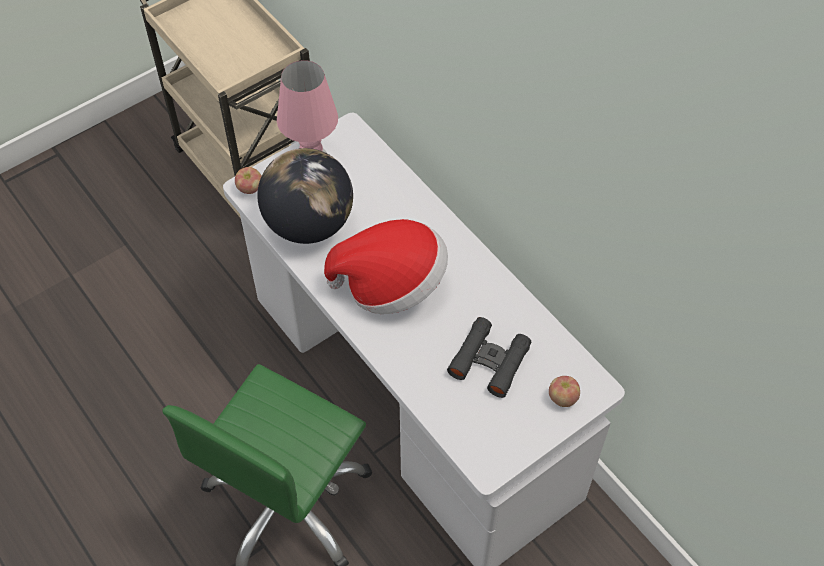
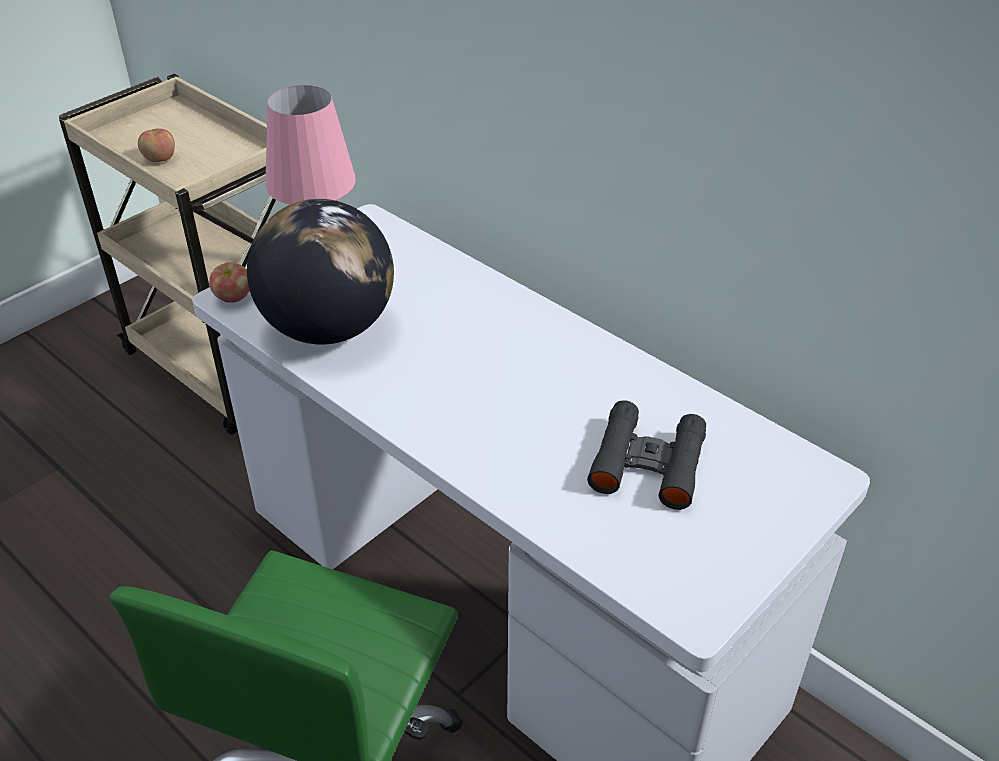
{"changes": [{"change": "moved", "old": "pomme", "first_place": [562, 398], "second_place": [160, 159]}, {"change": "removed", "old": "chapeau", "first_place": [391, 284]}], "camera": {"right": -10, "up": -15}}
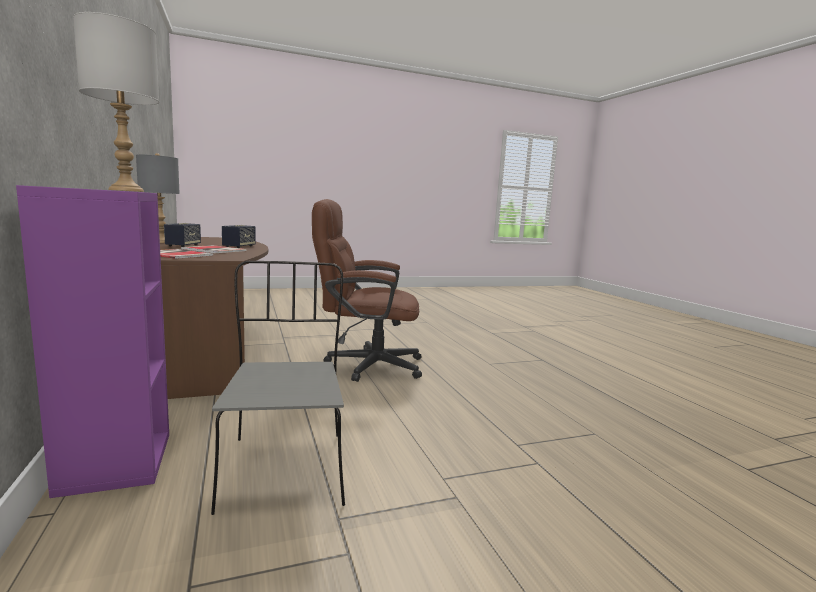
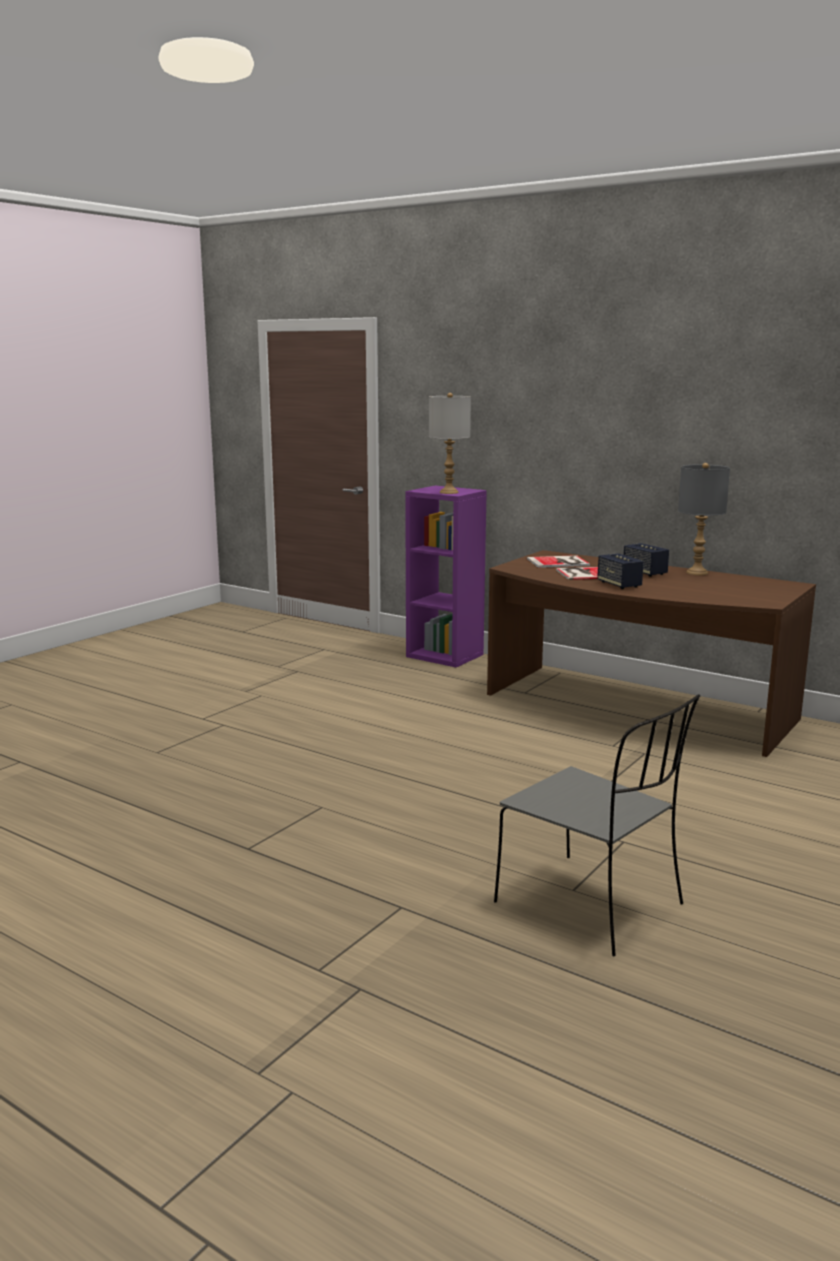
{"changes": [{"change": "moved", "old": "chaise (gris)", "first_place": [285, 467], "second_place": [593, 905]}, {"change": "removed", "old": "chaise de bureau (marron)", "first_place": [365, 364]}], "camera": {"right": 145, "up": 5}}
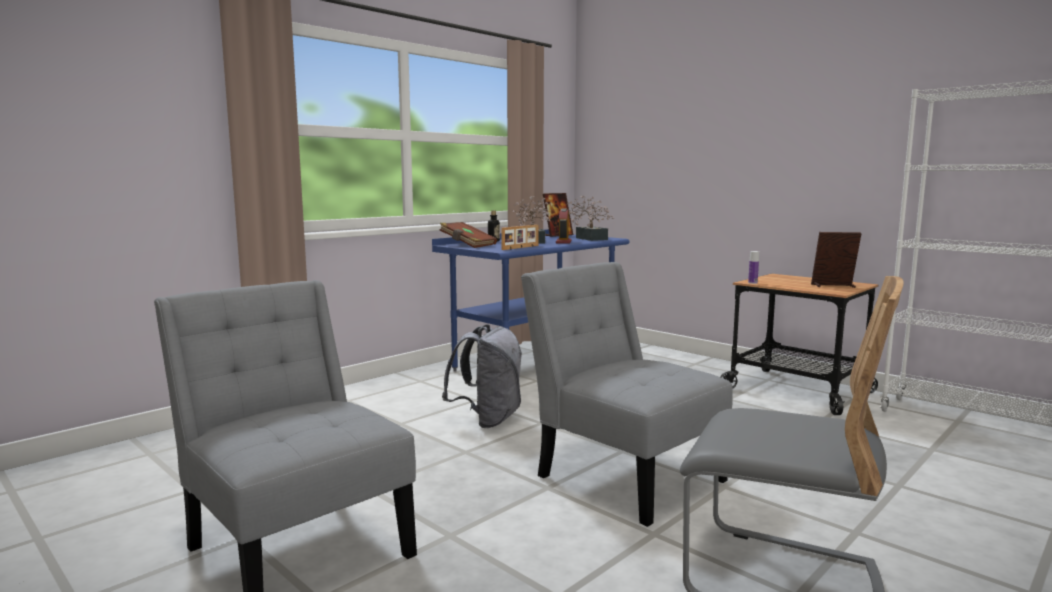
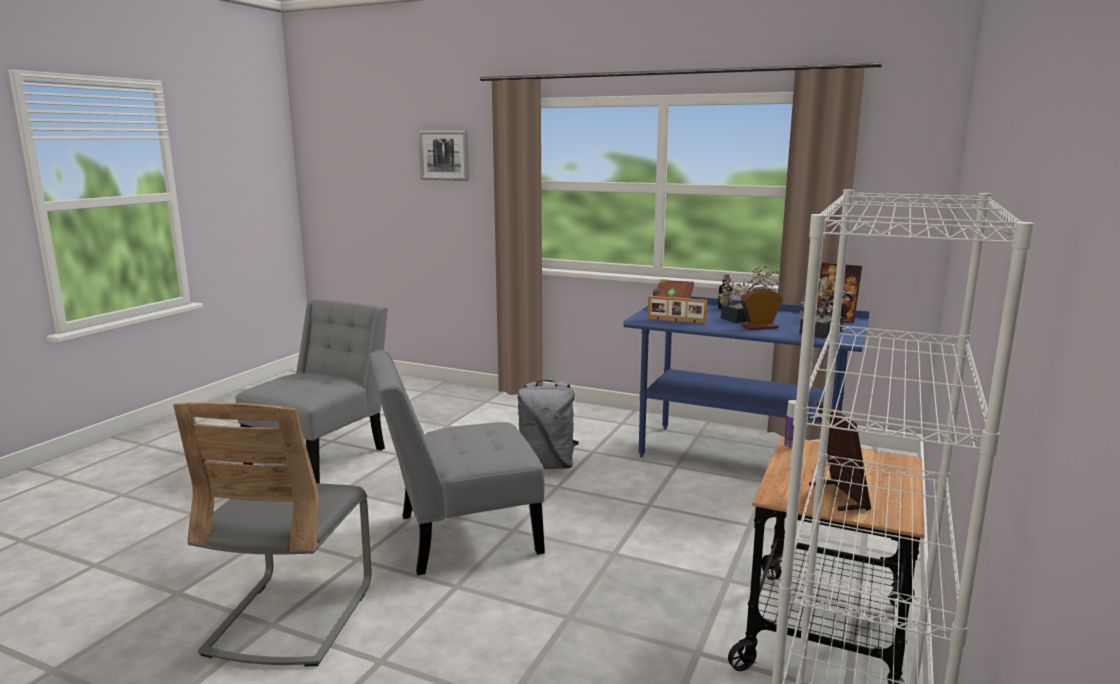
{"changes": [{"change": "turned", "old": "chaise (gris)", "first_place": [623, 475], "second_place": [459, 536], "degrees": -135}, {"change": "added", "new": "tableau", "second_place": [444, 155]}], "camera": {"right": 70, "up": 5}}
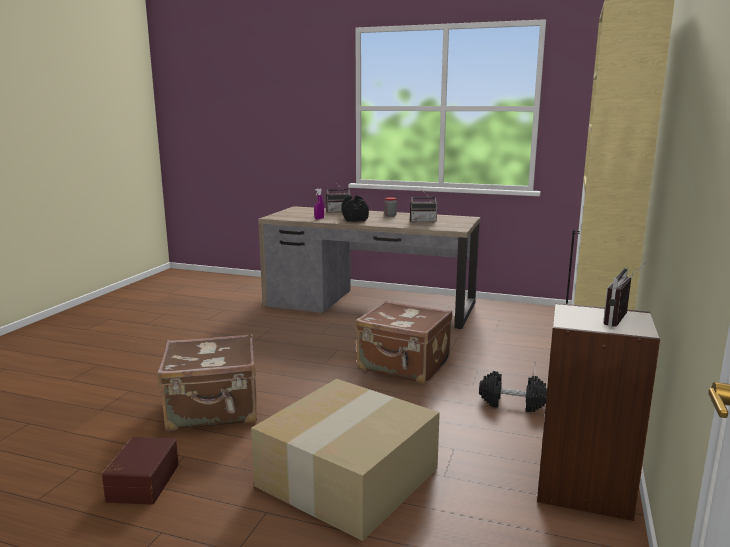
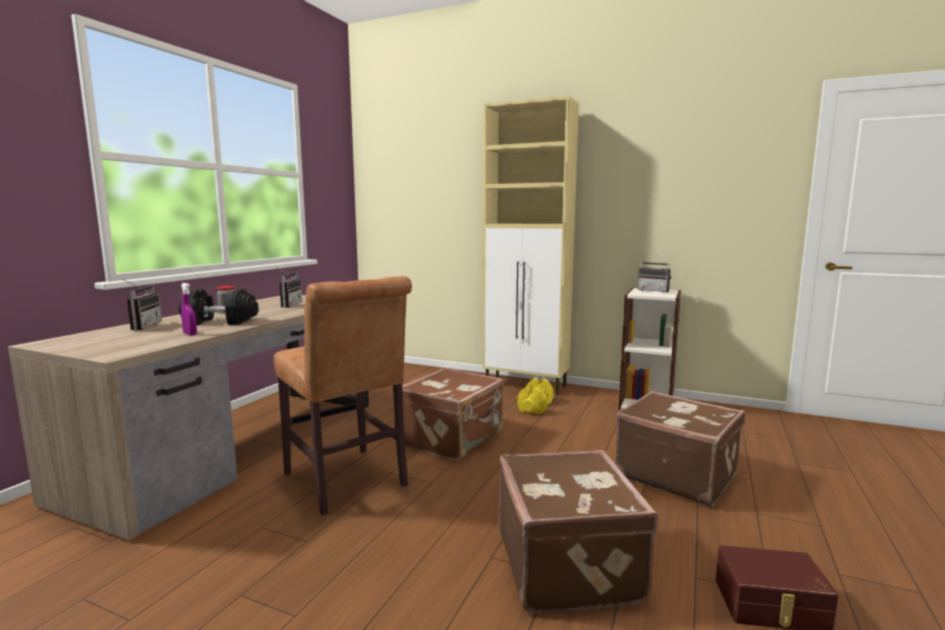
{"changes": [{"change": "added", "new": "chaise (marron)", "second_place": [347, 482]}, {"change": "recoloured", "old": "haltère (noir)", "new": "haltère (jaune)", "first_place": [512, 403], "second_place": [535, 407]}, {"change": "replaced", "old": "carton", "new": "valise (marron)", "first_place": [347, 475], "second_place": [676, 474]}], "camera": {"right": -85, "up": -5}}
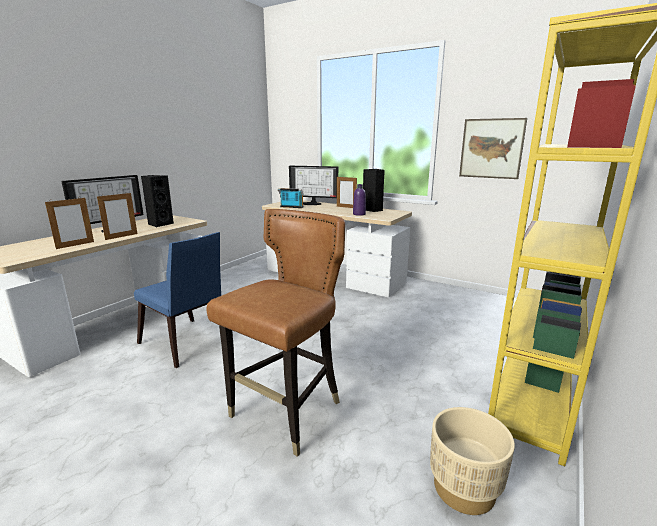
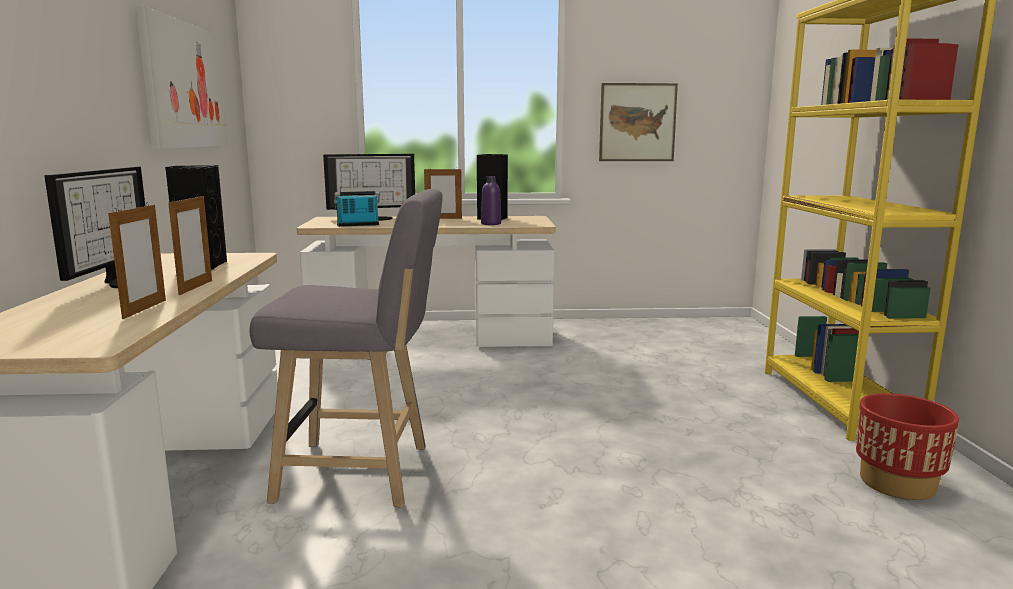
{"changes": [{"change": "added", "new": "tableau", "second_place": [185, 85]}, {"change": "replaced", "old": "chaise (bleu)", "new": "tabouret (gris)", "first_place": [187, 344], "second_place": [363, 474]}, {"change": "recoloured", "old": "cache-pot (beige)", "new": "cache-pot (rouge)", "first_place": [464, 489], "second_place": [897, 483]}, {"change": "removed", "old": "chaise (marron)", "first_place": [287, 413]}], "camera": {"right": -35, "up": -5}}
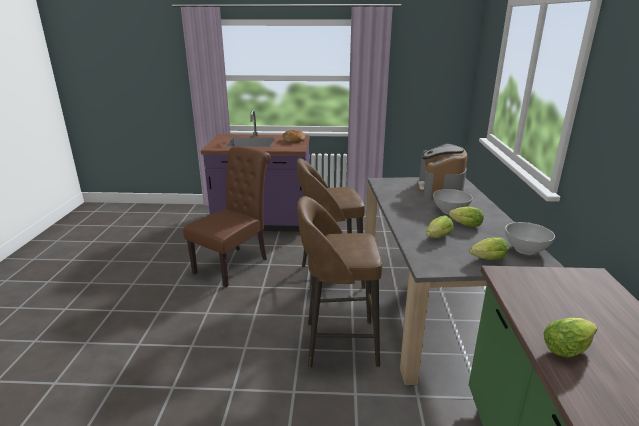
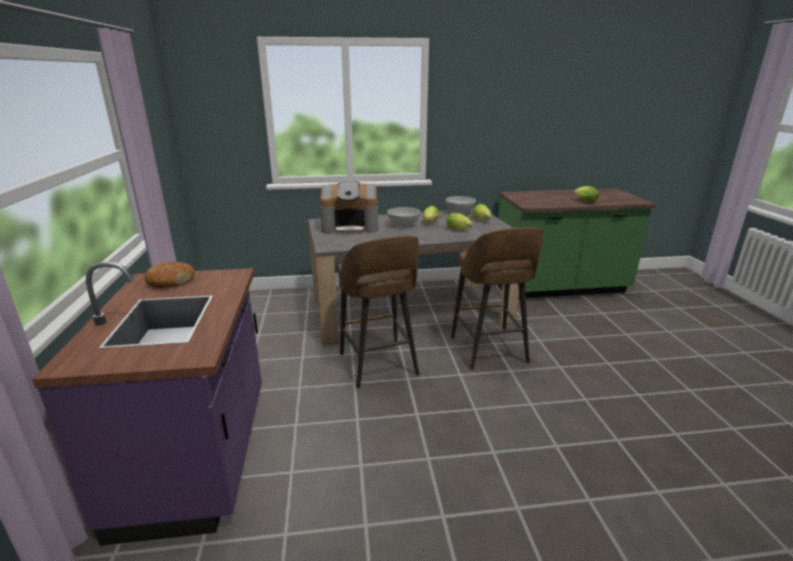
{"changes": [{"change": "removed", "old": "chaise (marron)", "first_place": [235, 264]}], "camera": {"right": -100, "up": 0}}
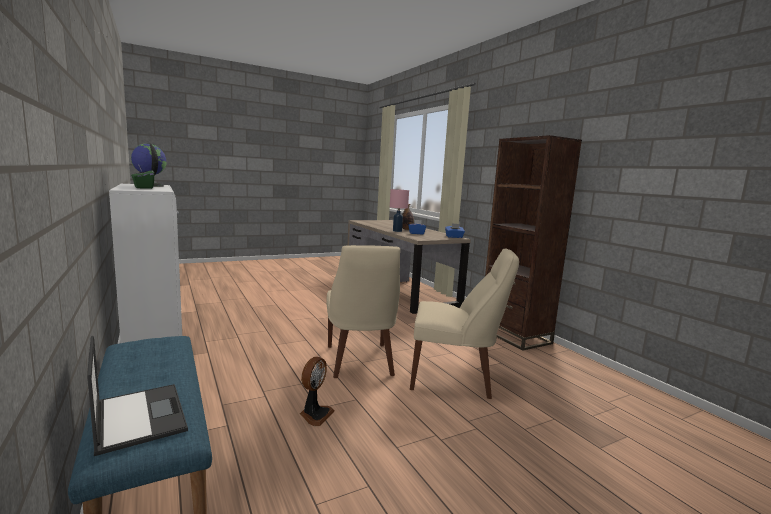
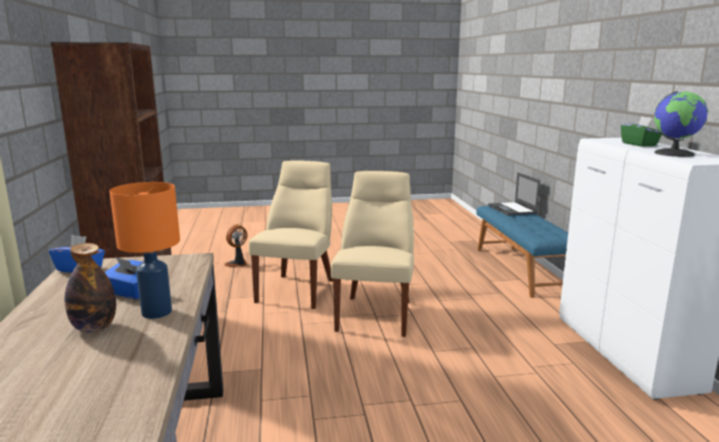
{"changes": [{"change": "recoloured", "old": "lampe de table (rose)", "new": "lampe de table (orange)", "first_place": [397, 231], "second_place": [157, 312]}, {"change": "moved", "old": "ventilateur", "first_place": [315, 414], "second_place": [238, 264]}, {"change": "turned", "old": "chaise (beige)", "first_place": [454, 379], "second_place": [298, 289], "degrees": 75}], "camera": {"right": -160, "up": 5}}
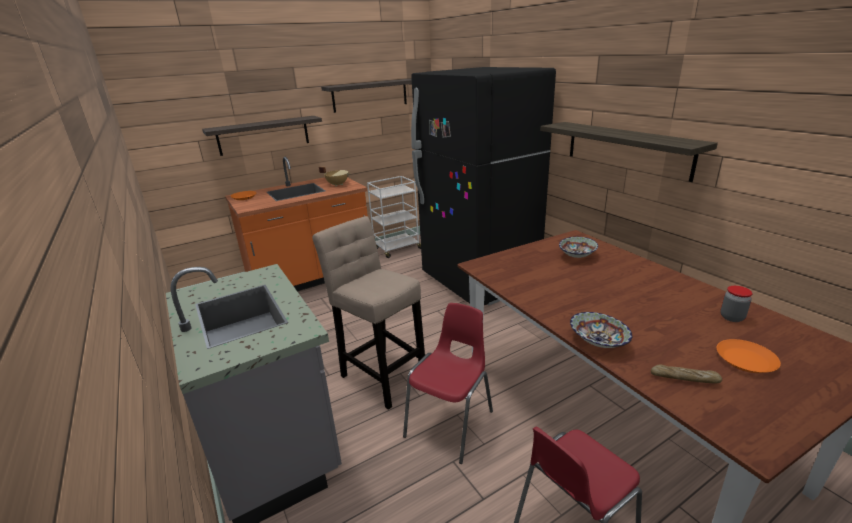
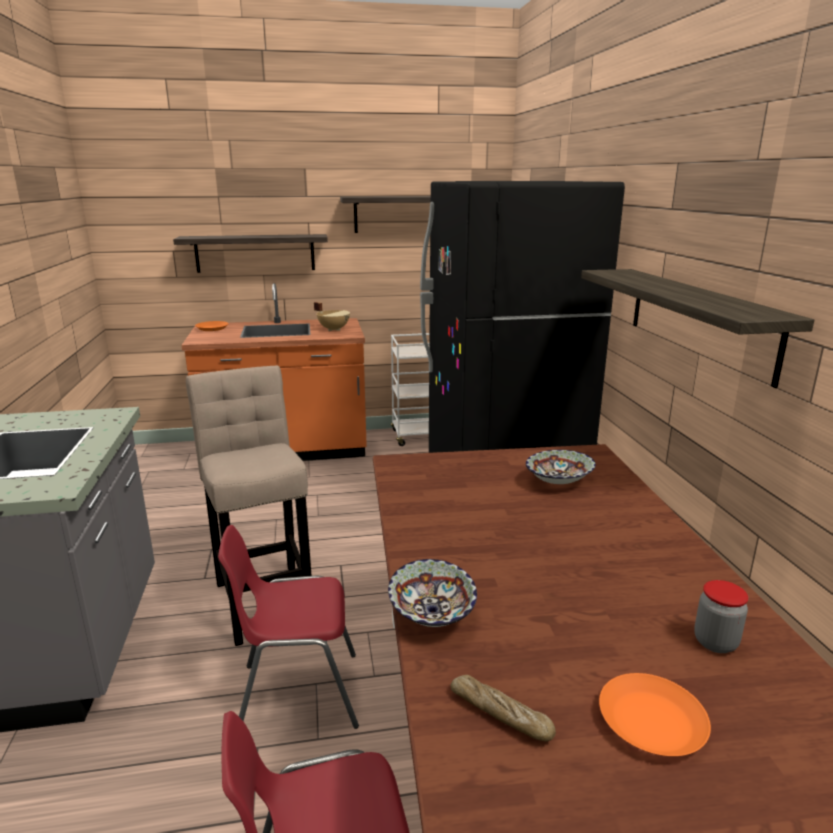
{"changes": [{"change": "turned", "old": "chaise (rouge)", "first_place": [451, 424], "second_place": [298, 693], "degrees": -150}], "camera": {"right": 20, "up": -5}}
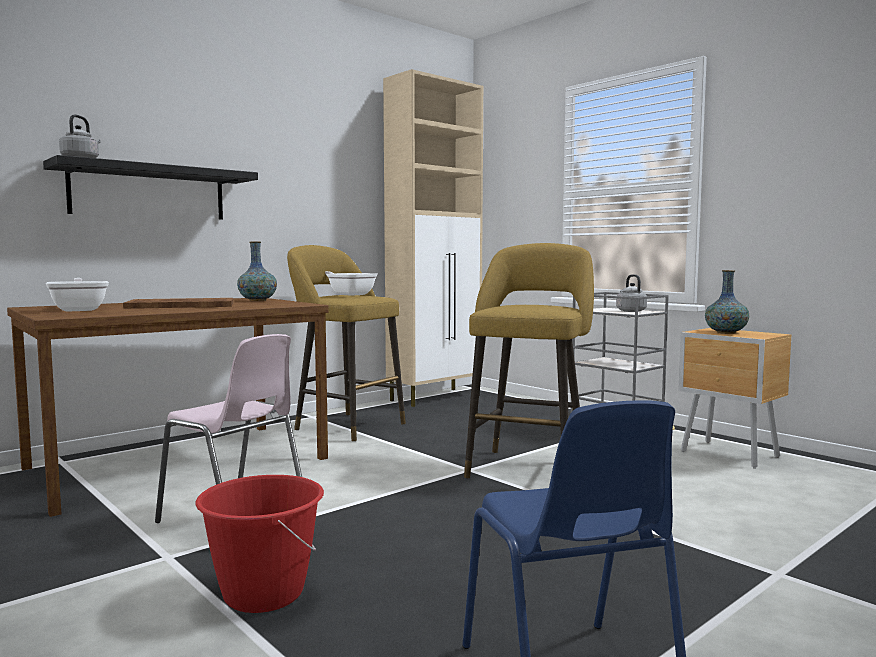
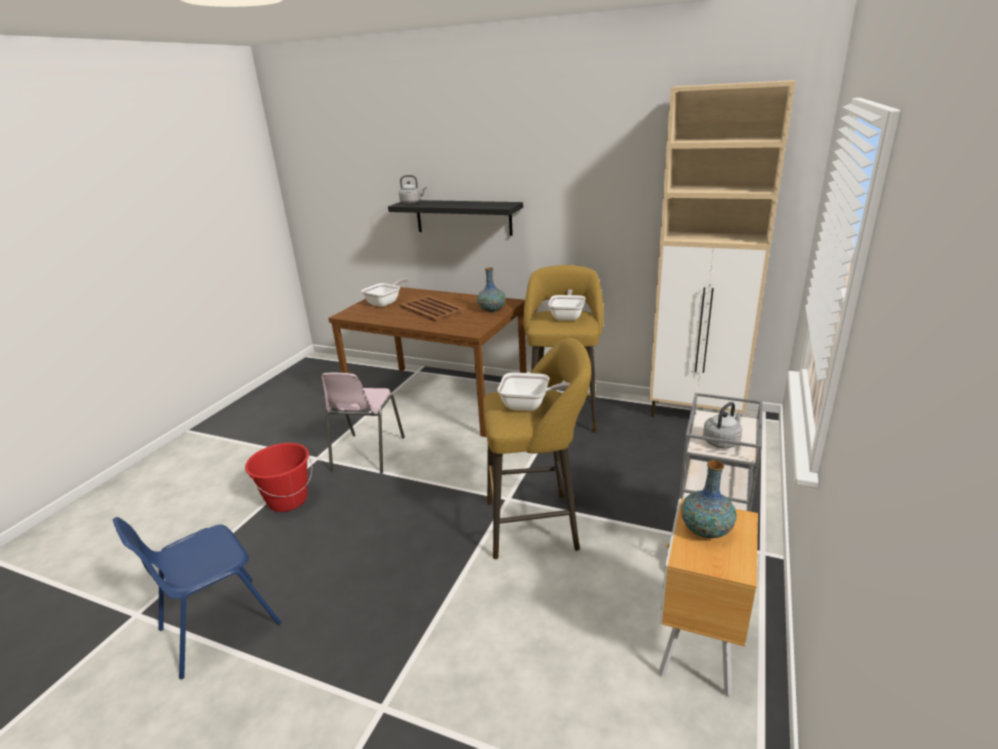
{"changes": [{"change": "added", "new": "poêle", "second_place": [530, 405]}], "camera": {"right": 65, "up": 20}}
